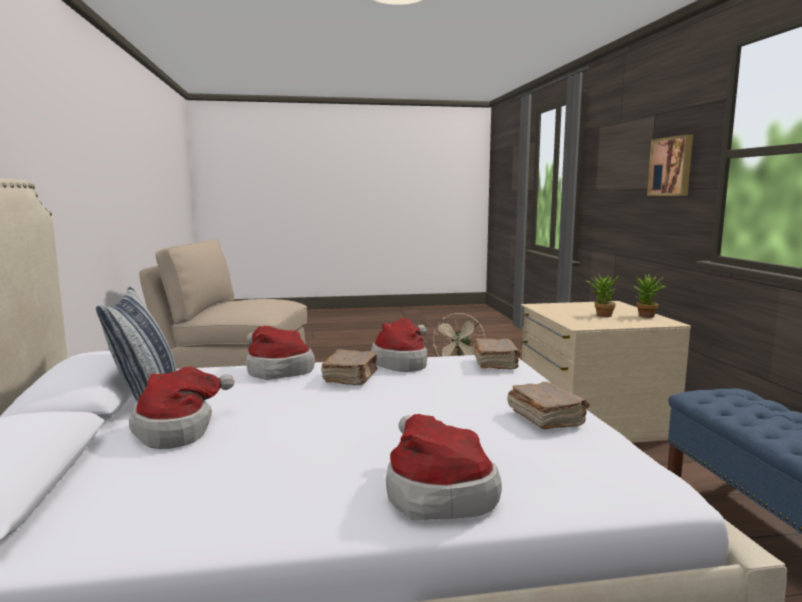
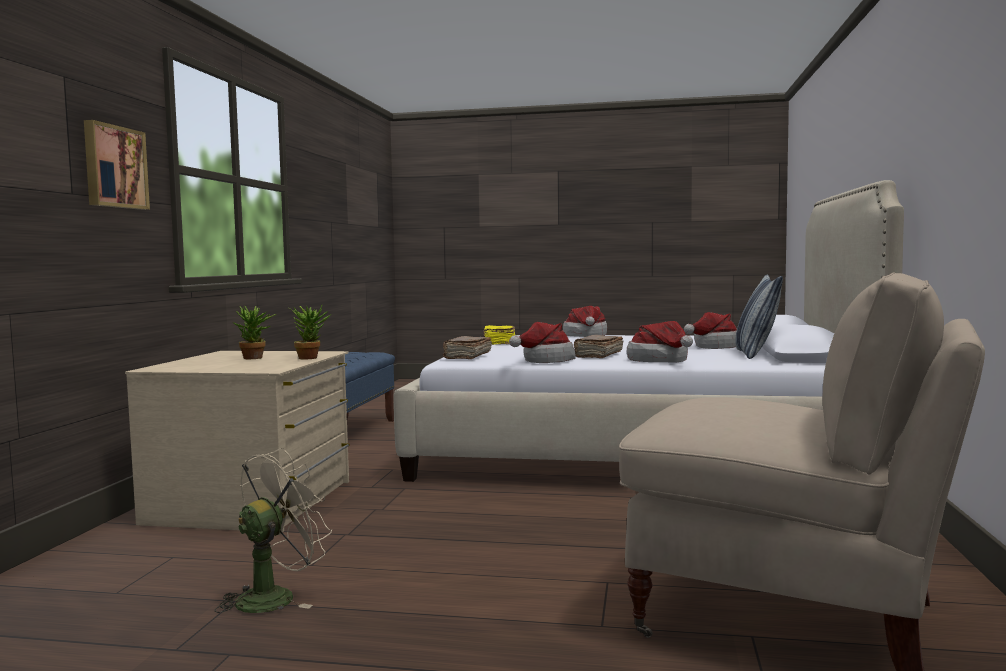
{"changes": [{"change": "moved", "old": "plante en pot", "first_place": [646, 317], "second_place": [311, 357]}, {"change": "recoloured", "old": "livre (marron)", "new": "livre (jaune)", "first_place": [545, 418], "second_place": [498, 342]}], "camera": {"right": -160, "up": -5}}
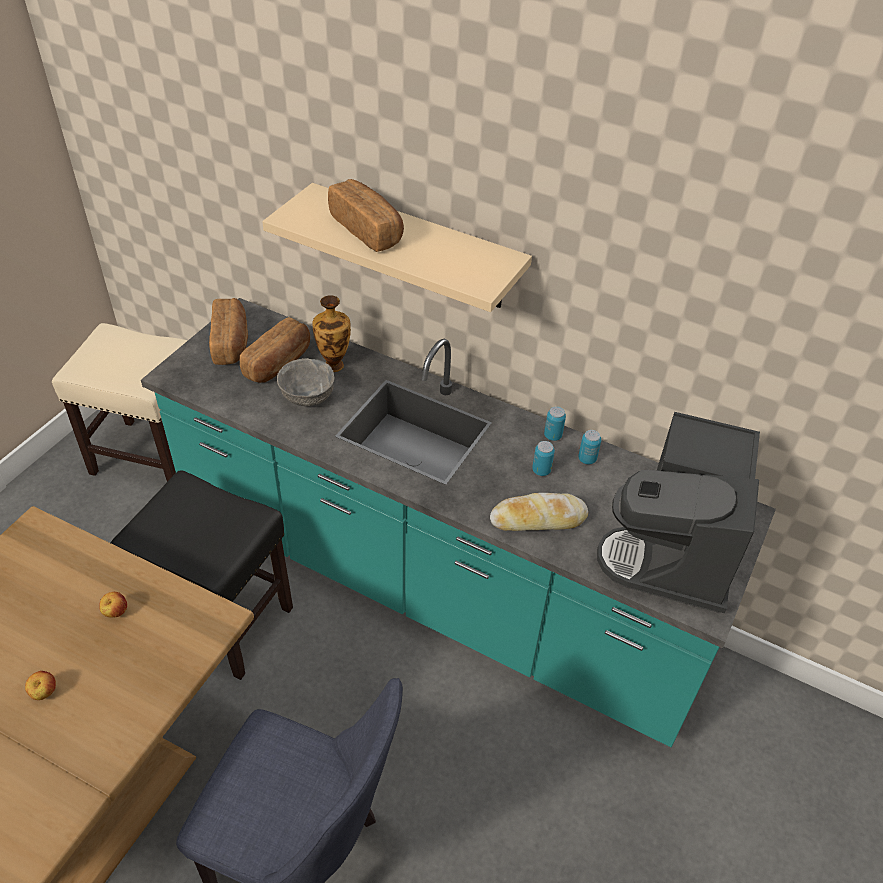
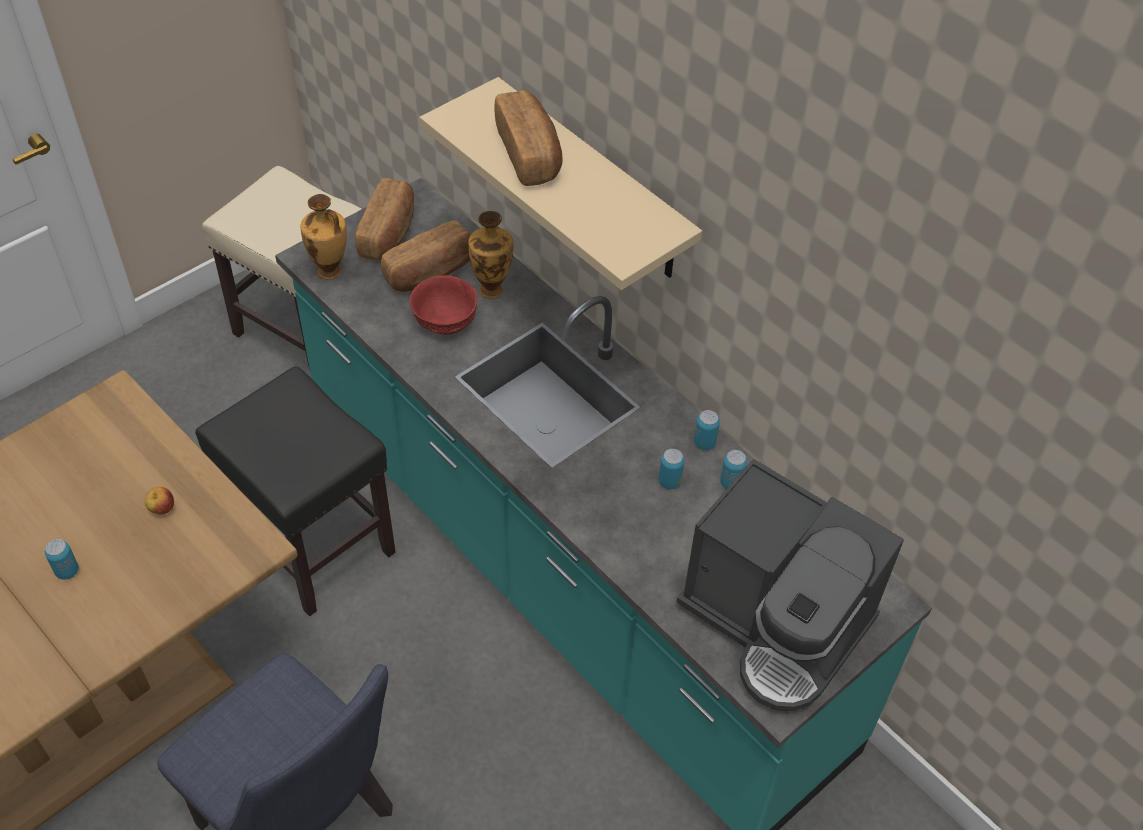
{"changes": [{"change": "replaced", "old": "pomme", "new": "boîte métallique", "first_place": [44, 693], "second_place": [67, 571]}, {"change": "added", "new": "vase", "second_place": [330, 272]}, {"change": "recoloured", "old": "bol (gris)", "new": "bol (rouge)", "first_place": [307, 396], "second_place": [445, 320]}, {"change": "turned", "old": "machine à café", "first_place": [674, 552], "second_place": [776, 623], "degrees": -90}, {"change": "removed", "old": "pain", "first_place": [538, 519]}], "camera": {"right": 20, "up": 5}}
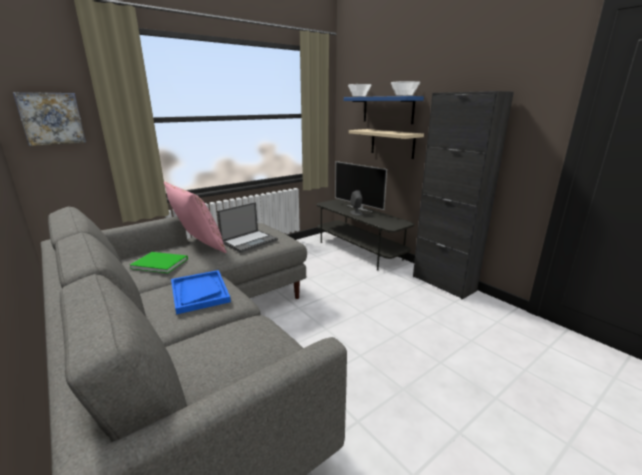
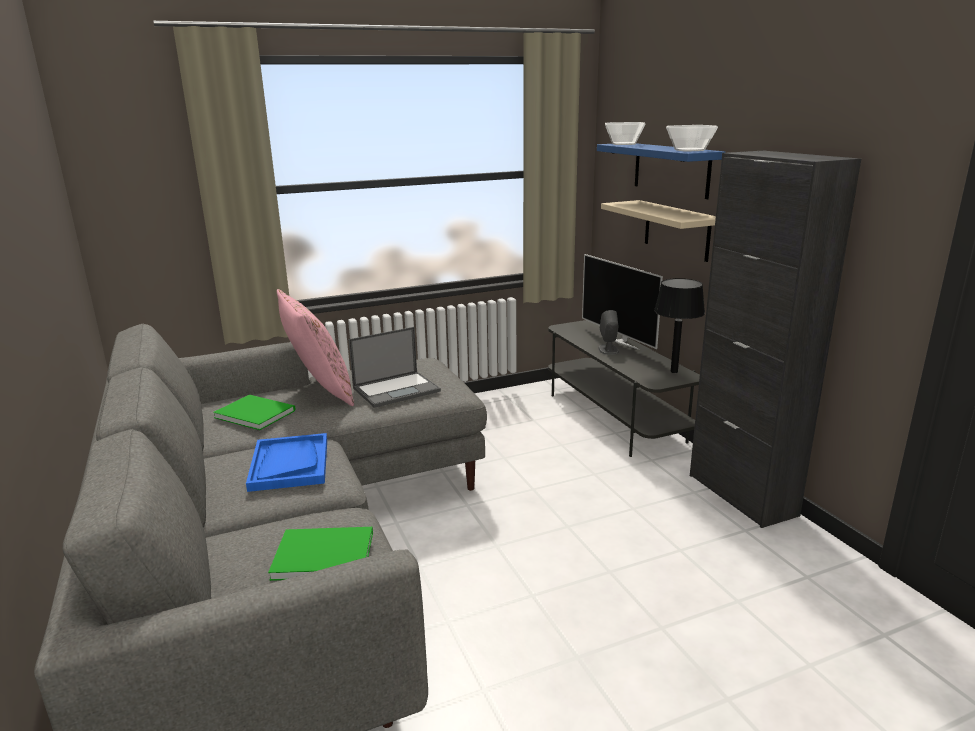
{"changes": [{"change": "added", "new": "livre (vert)", "second_place": [321, 554]}, {"change": "added", "new": "lampe de table (noir)", "second_place": [674, 371]}, {"change": "removed", "old": "tableau", "first_place": [51, 118]}], "camera": {"right": 15, "up": 0}}
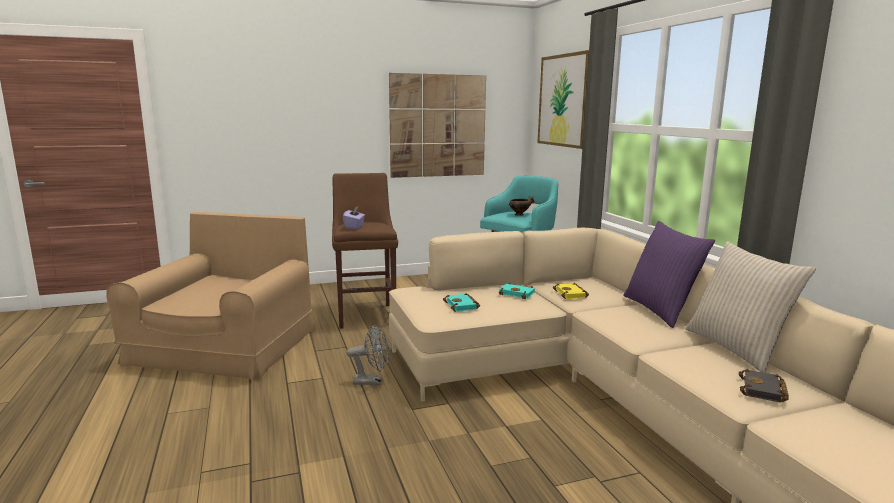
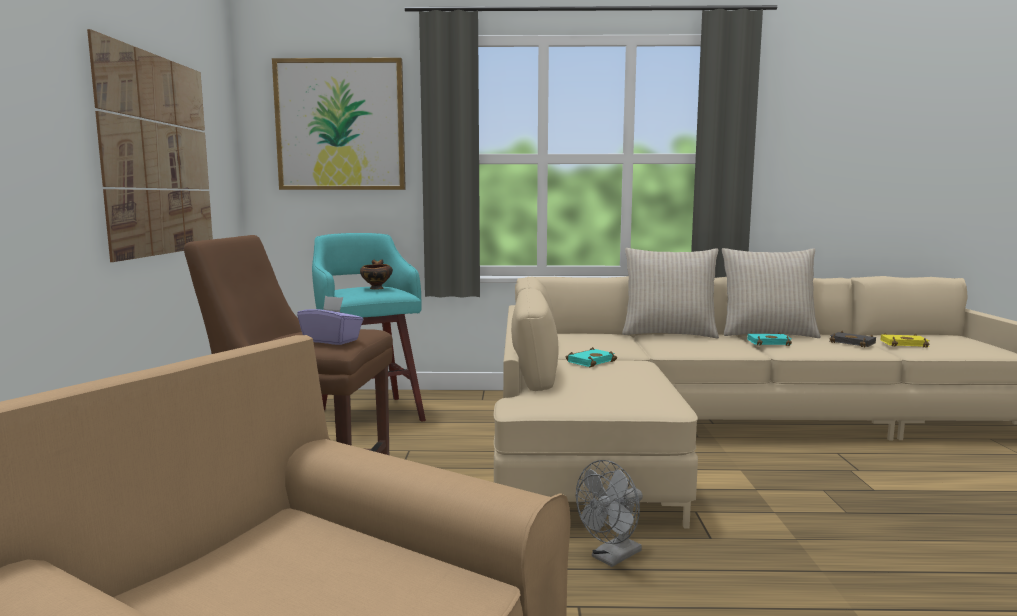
{"changes": [{"change": "turned", "old": "ventilateur (gris)", "first_place": [372, 381], "second_place": [611, 557], "degrees": -150}, {"change": "recoloured", "old": "coussin (violet)", "new": "coussin (beige)", "first_place": [660, 310], "second_place": [668, 333]}, {"change": "moved", "old": "livre (turquoise)", "first_place": [462, 306], "second_place": [769, 342]}, {"change": "moved", "old": "livre (jaune)", "first_place": [571, 294], "second_place": [904, 344]}], "camera": {"right": -70, "up": -5}}
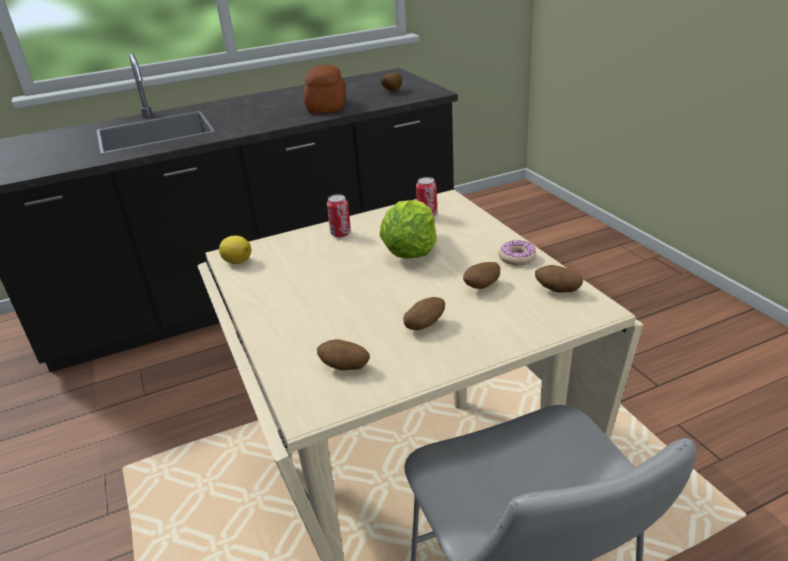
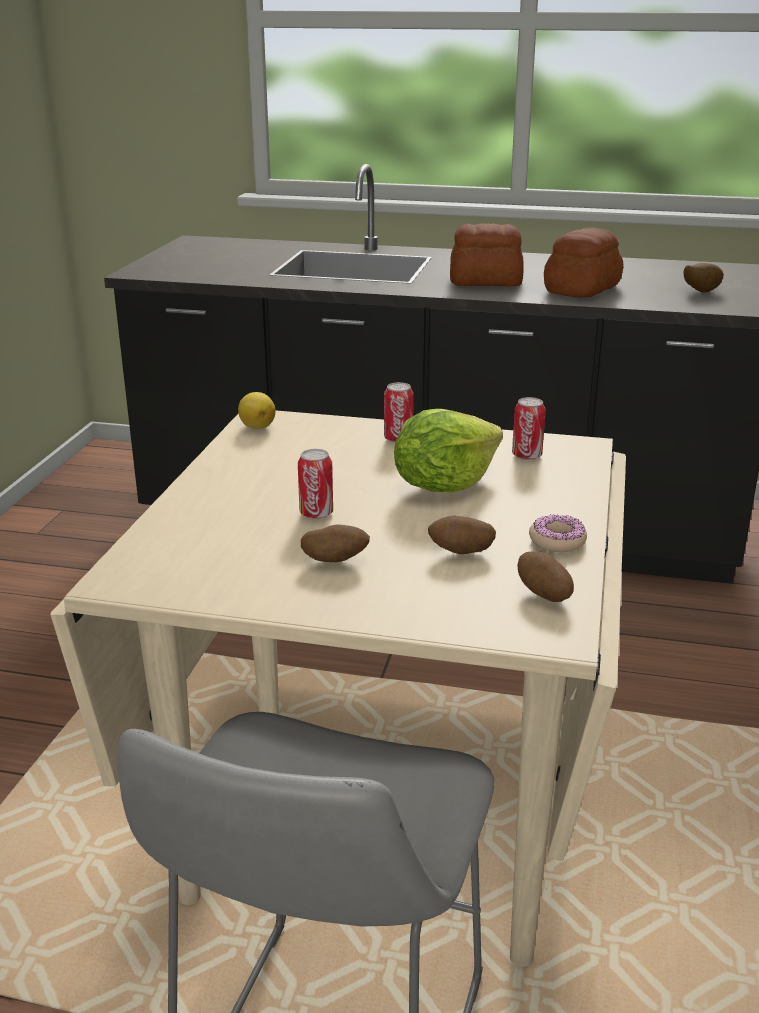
{"changes": [{"change": "added", "new": "boîte métallique", "second_place": [316, 513]}, {"change": "added", "new": "pain", "second_place": [486, 282]}, {"change": "removed", "old": "pomme de terre", "first_place": [344, 368]}], "camera": {"right": 35, "up": -5}}
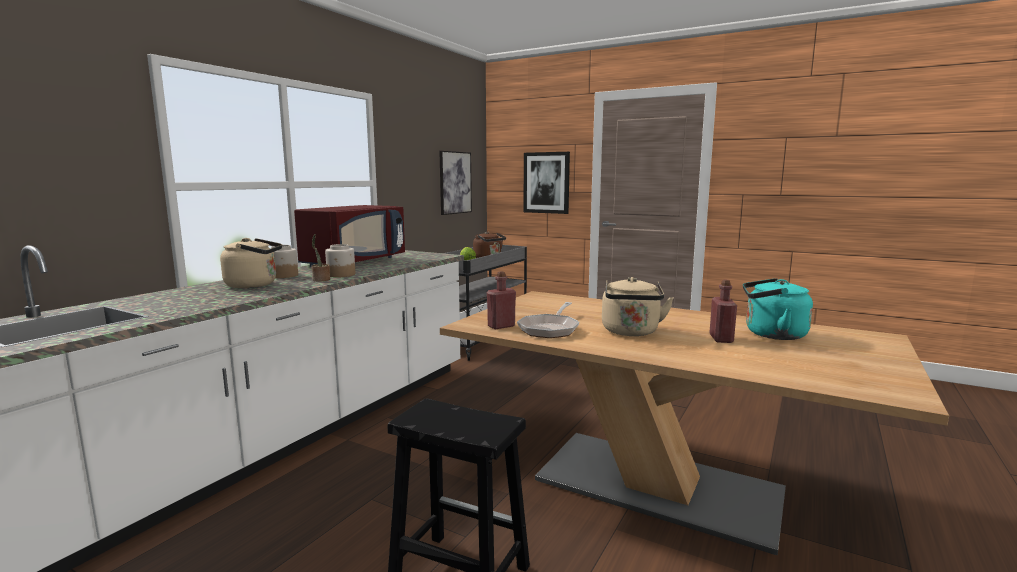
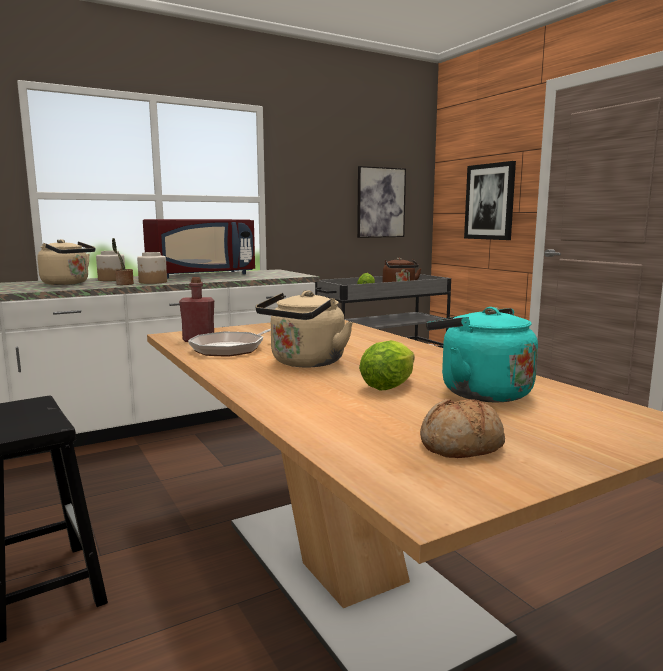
{"changes": [{"change": "replaced", "old": "bouteille (rouge)", "new": "laitue", "first_place": [721, 339], "second_place": [390, 385]}, {"change": "added", "new": "pain", "second_place": [461, 446]}], "camera": {"right": 30, "up": 0}}
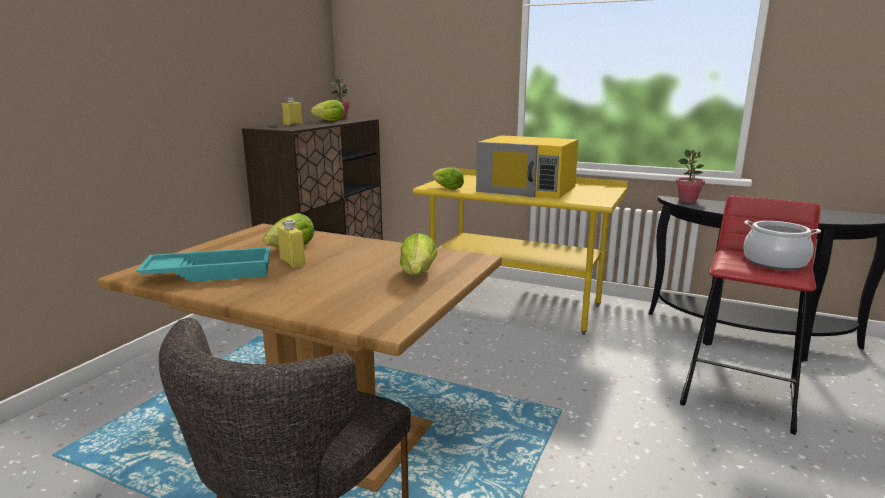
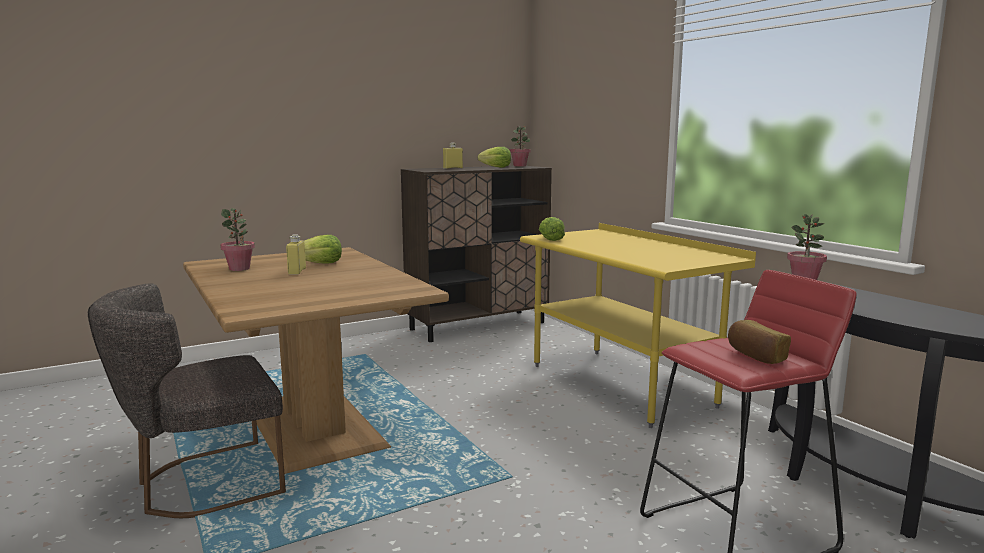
{"changes": [{"change": "replaced", "old": "plateau (turquoise)", "new": "plante en pot", "first_place": [211, 272], "second_place": [239, 269]}, {"change": "replaced", "old": "marmite", "new": "pain", "first_place": [774, 263], "second_place": [756, 356]}, {"change": "removed", "old": "laitue", "first_place": [418, 274]}, {"change": "removed", "old": "micro-ondes (jaune)", "first_place": [527, 189]}], "camera": {"right": 35, "up": -5}}
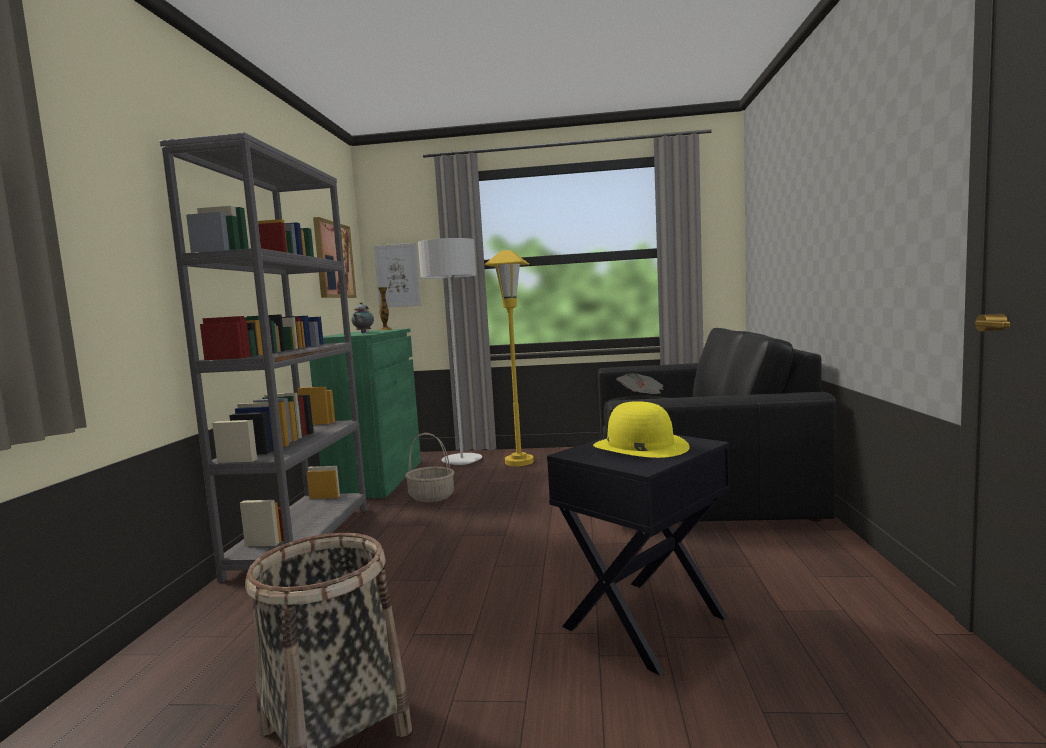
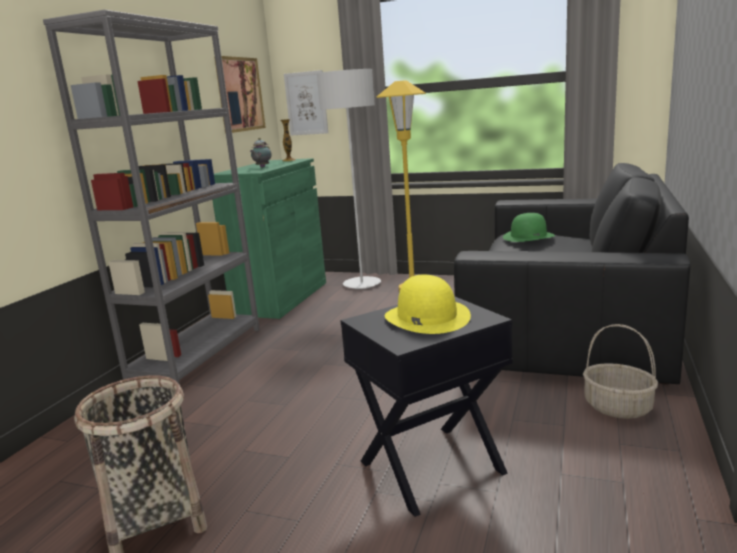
{"changes": [{"change": "replaced", "old": "journal", "new": "chapeau (vert)", "first_place": [642, 397], "second_place": [528, 236]}, {"change": "moved", "old": "panier", "first_place": [431, 497], "second_place": [617, 407]}], "camera": {"right": 15, "up": 10}}
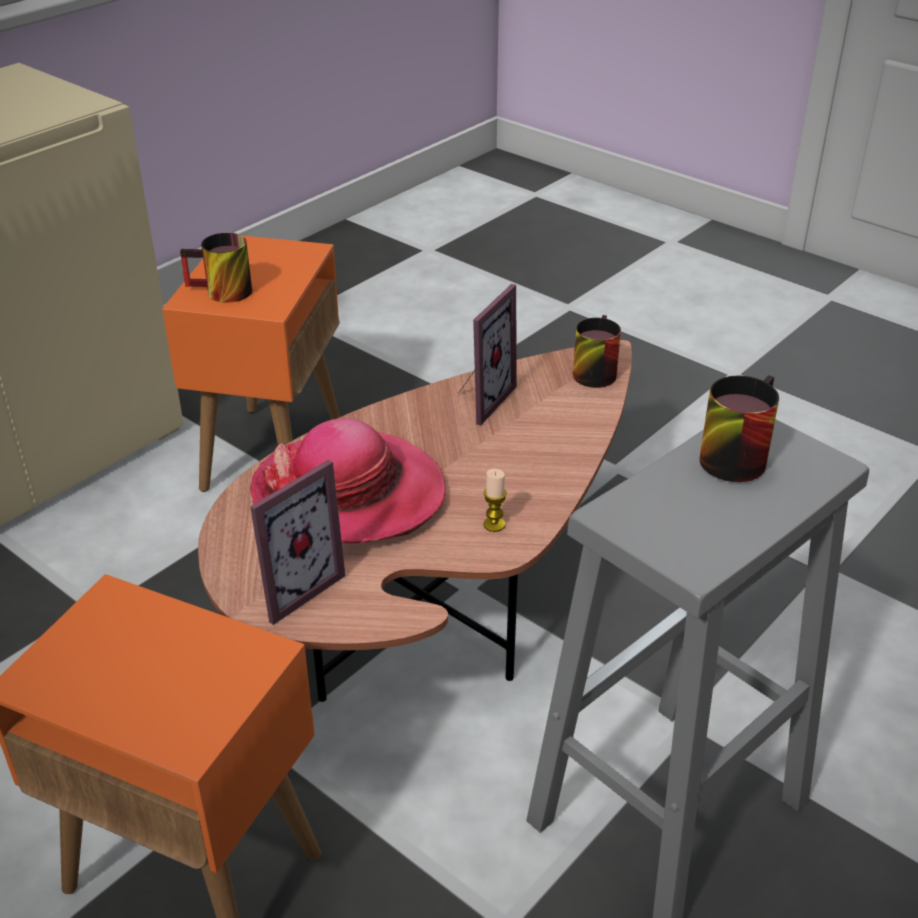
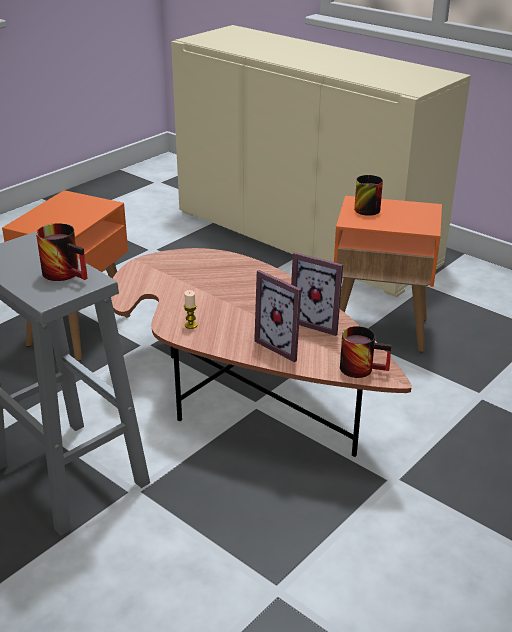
{"changes": [{"change": "moved", "old": "cadre photo", "first_place": [291, 587], "second_place": [284, 345]}, {"change": "removed", "old": "chapeau", "first_place": [349, 494]}], "camera": {"right": 90, "up": -5}}
